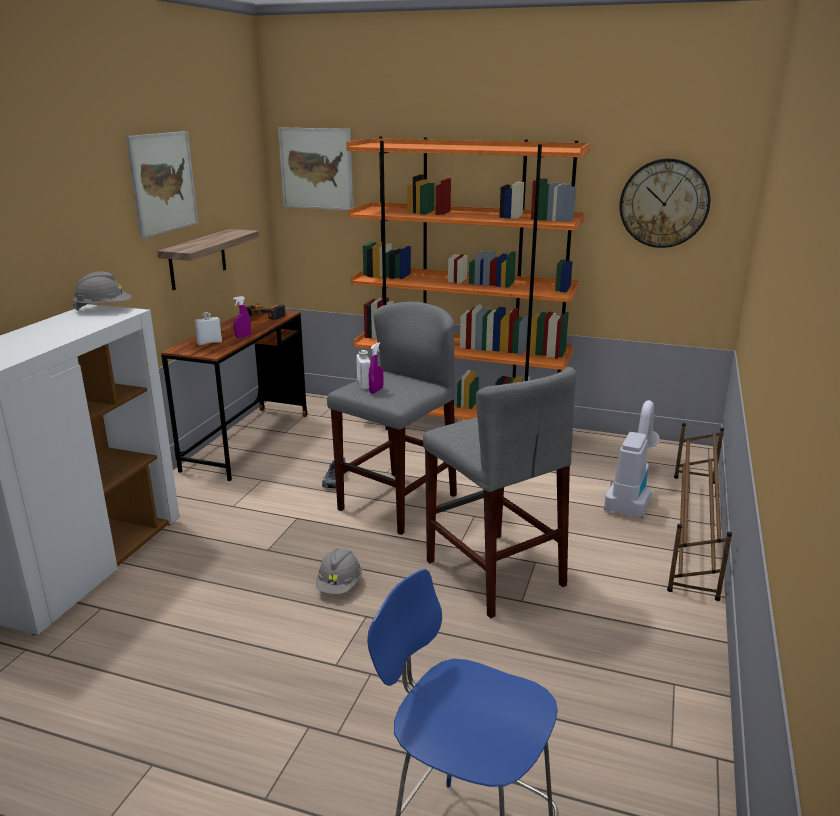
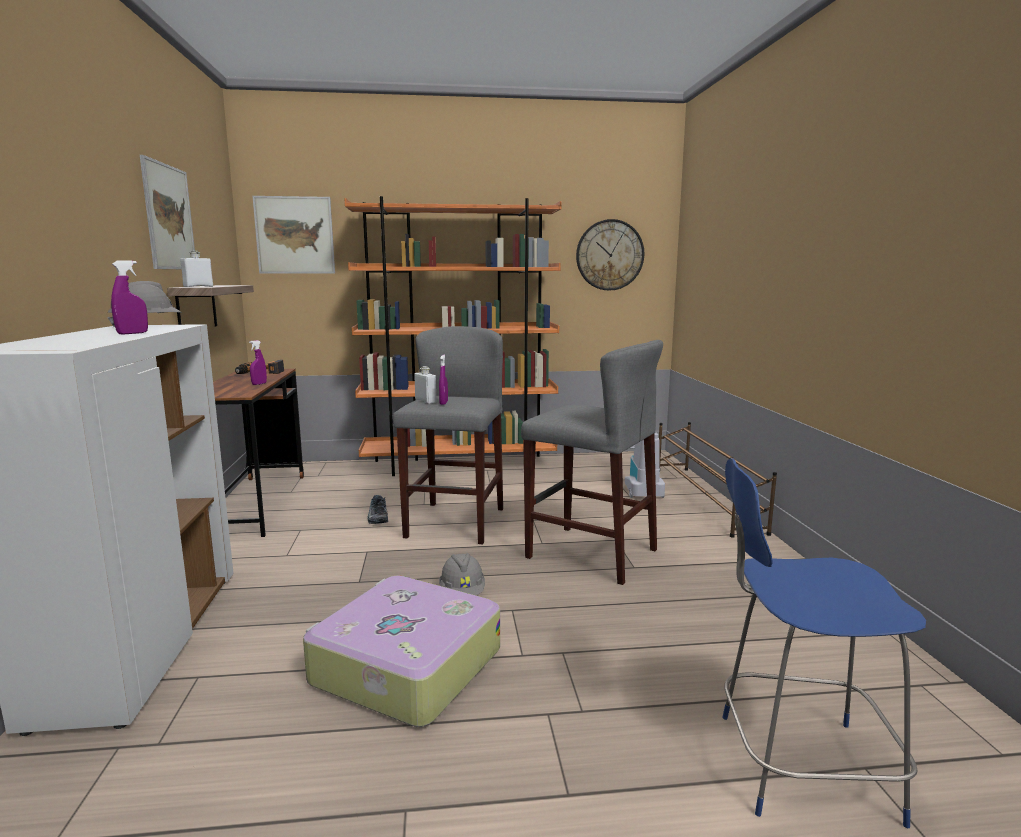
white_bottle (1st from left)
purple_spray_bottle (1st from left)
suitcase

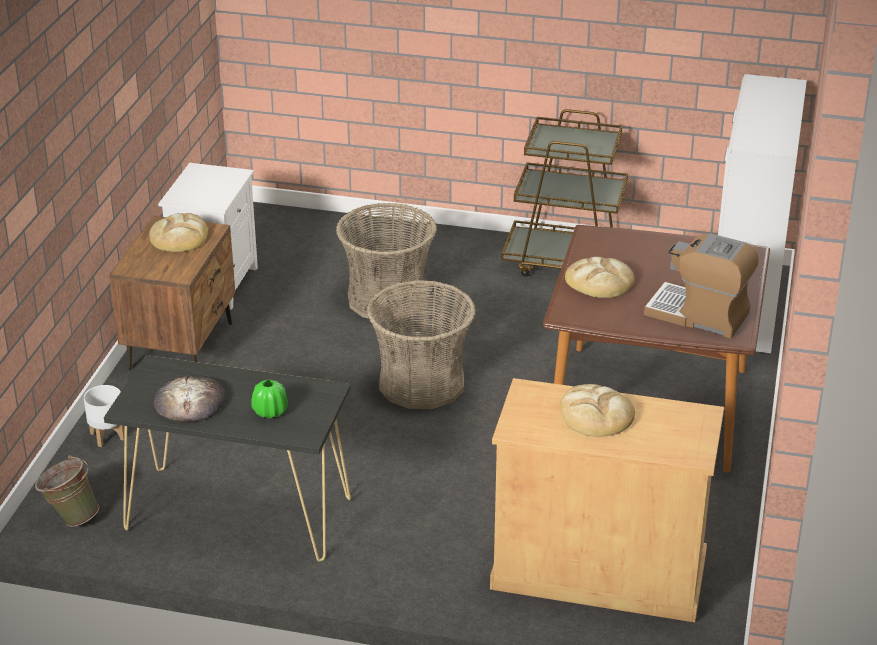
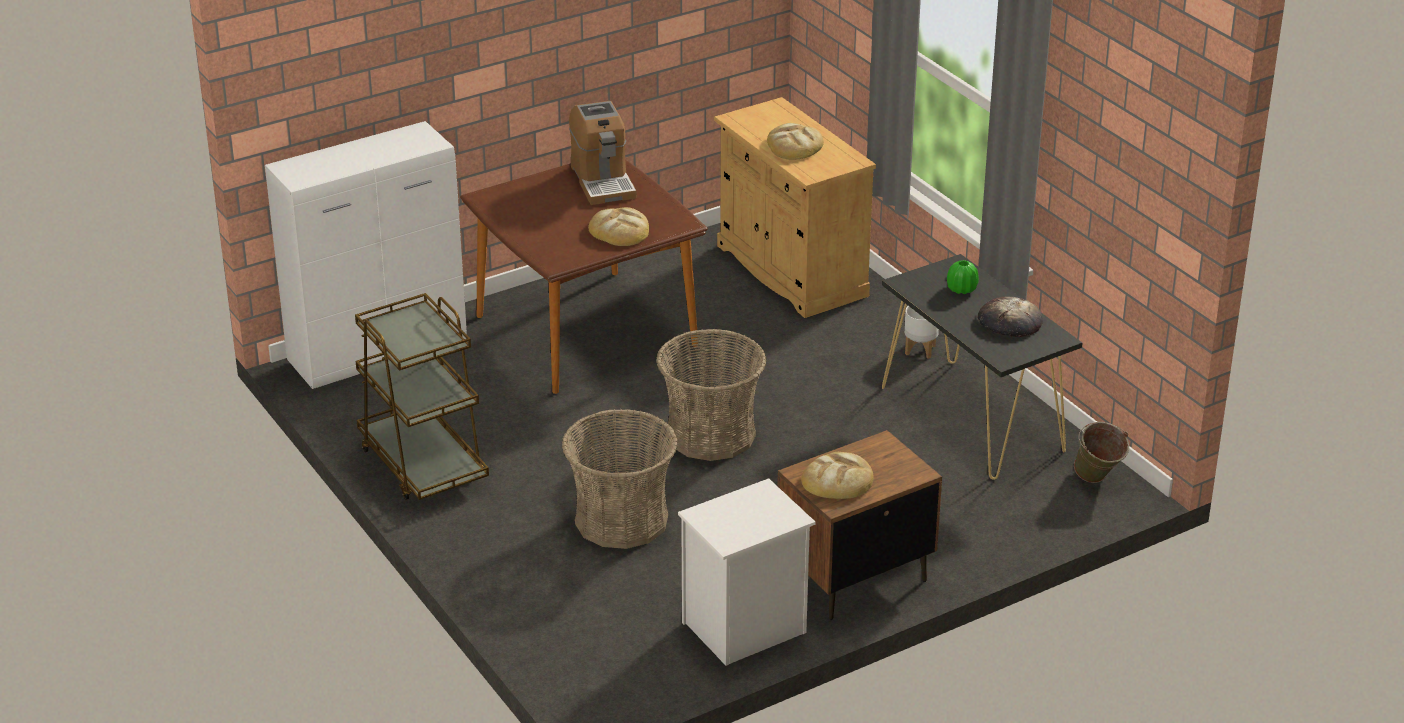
white_planter

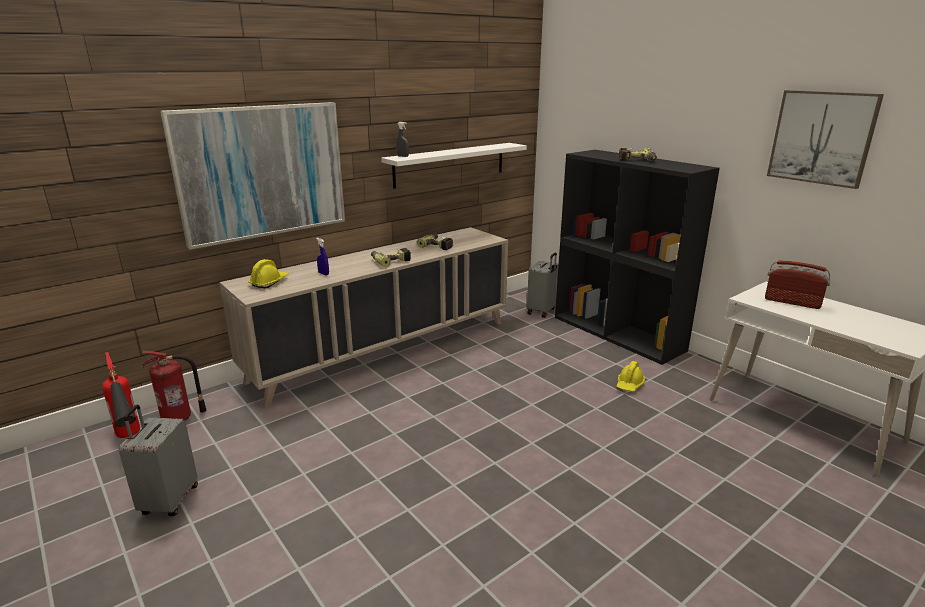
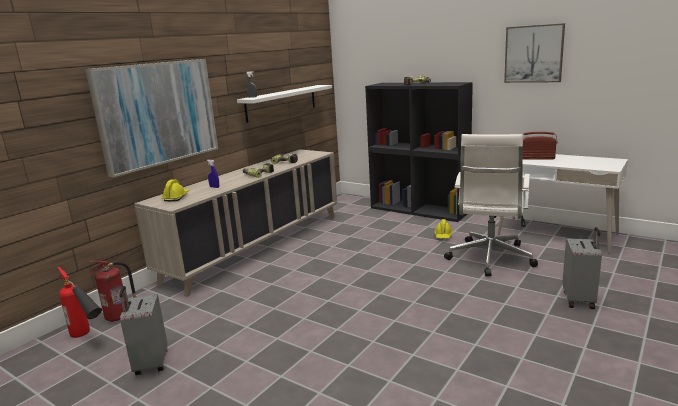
grey_suitcase (2nd from left)
white_office_chair

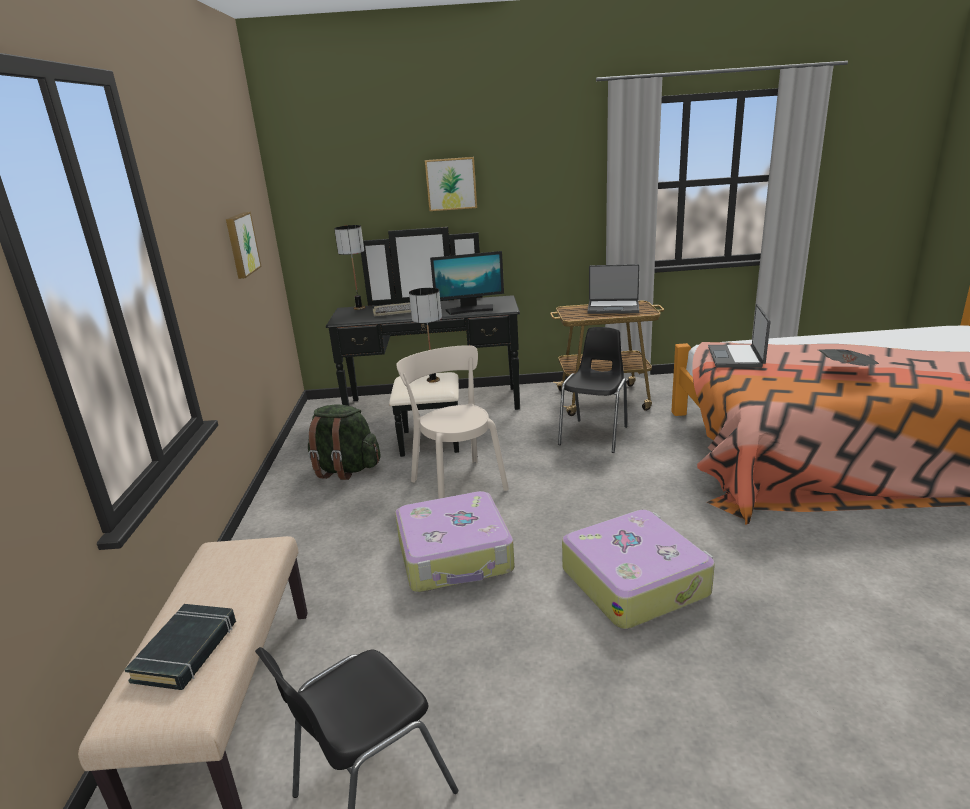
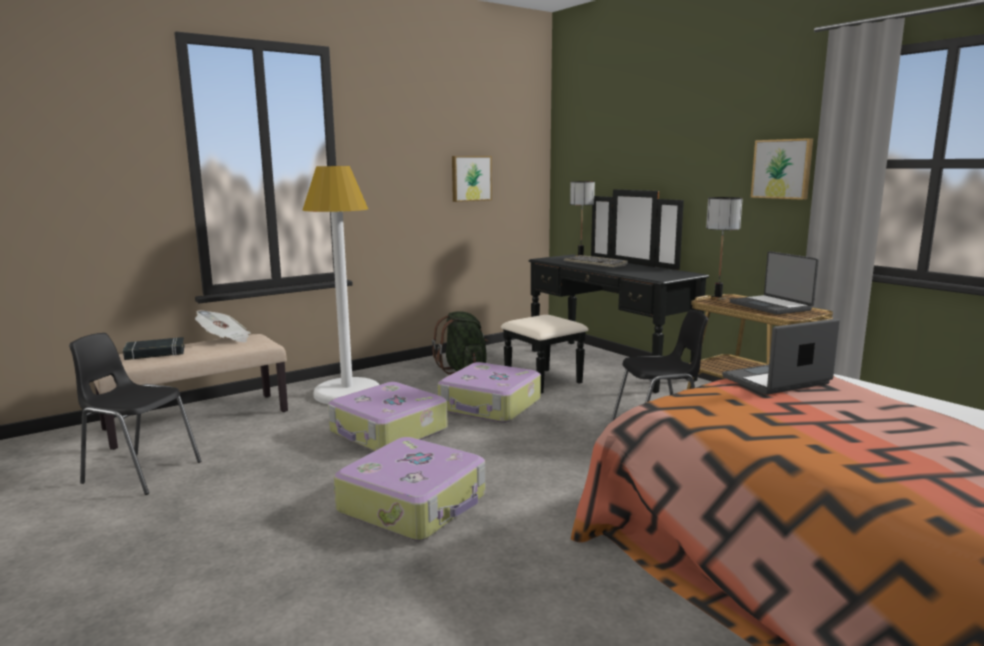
picture (2nd from left)
monitor
table_lamp (2nd from left)
suitcase (3rd from left)
newspaper
white_floor_lamp

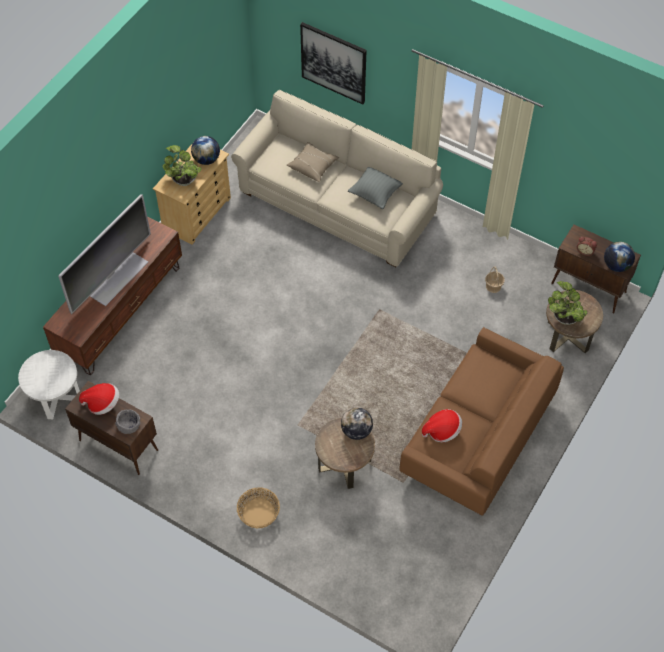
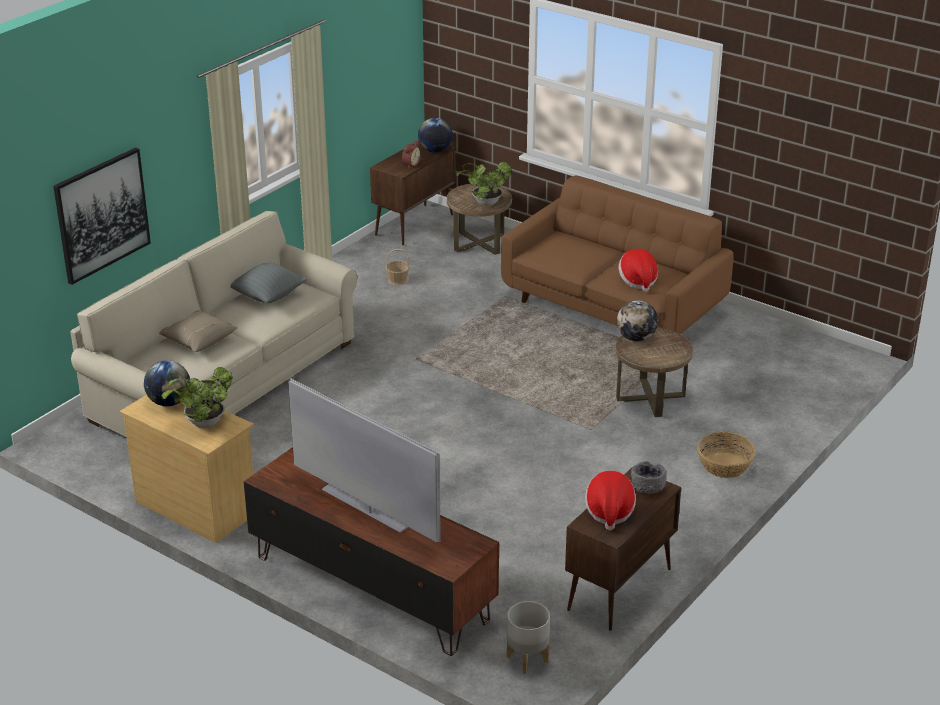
grey_planter

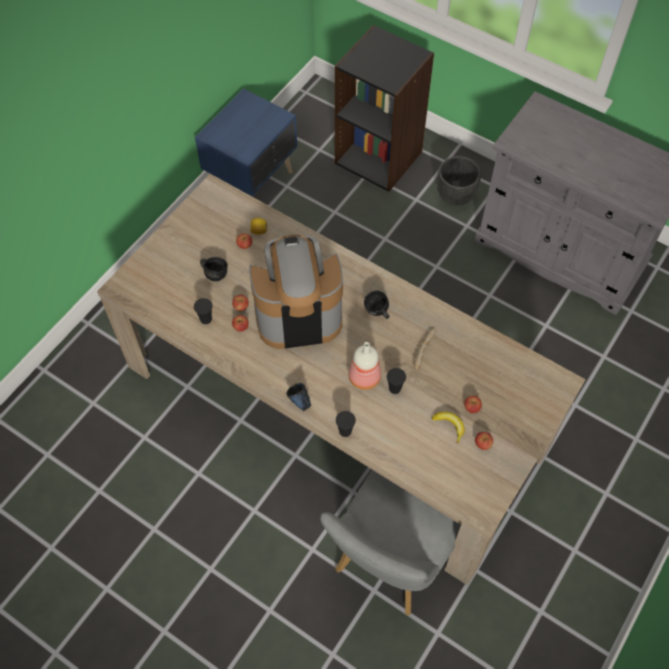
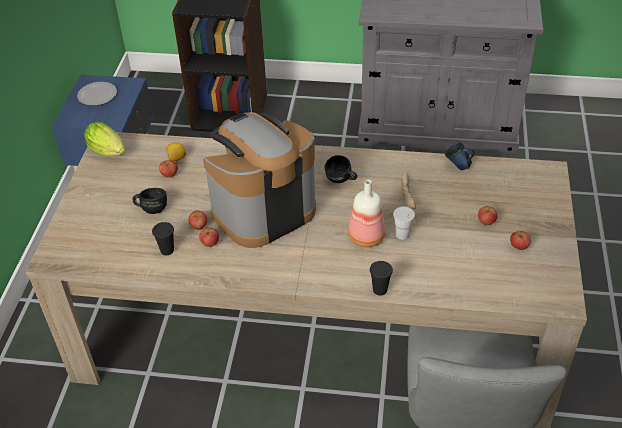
black_planter
white_cup
blue_mug
banana
plate
lettuce

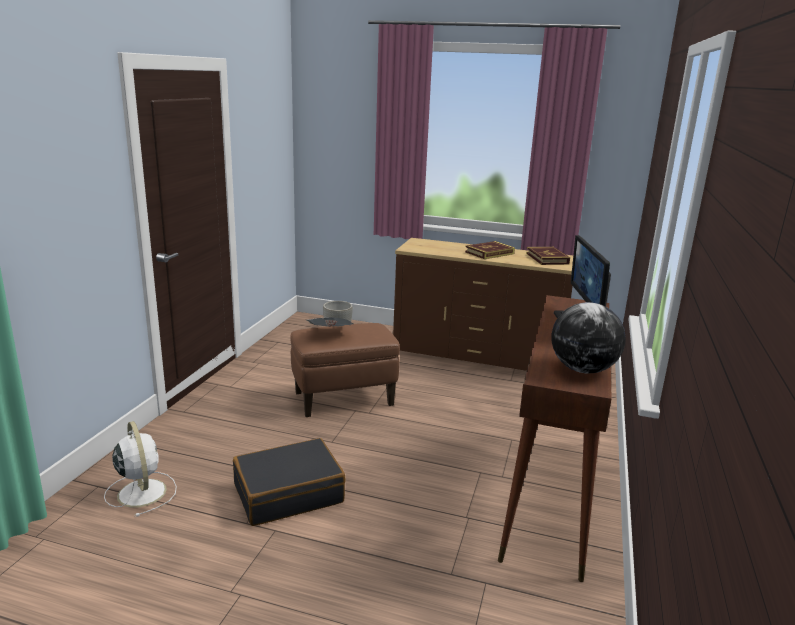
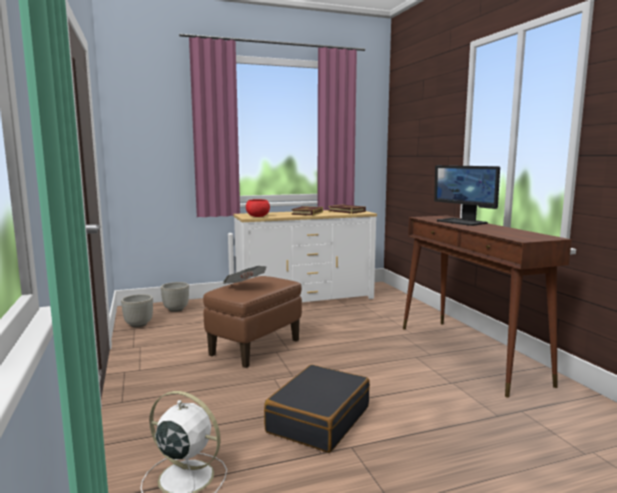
white_dresser
globe
red_bowl
grey_planter (1st from left)

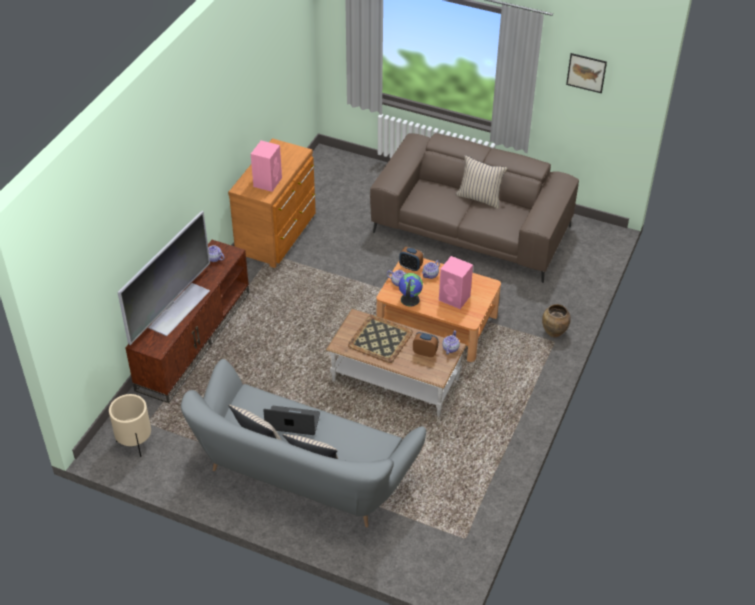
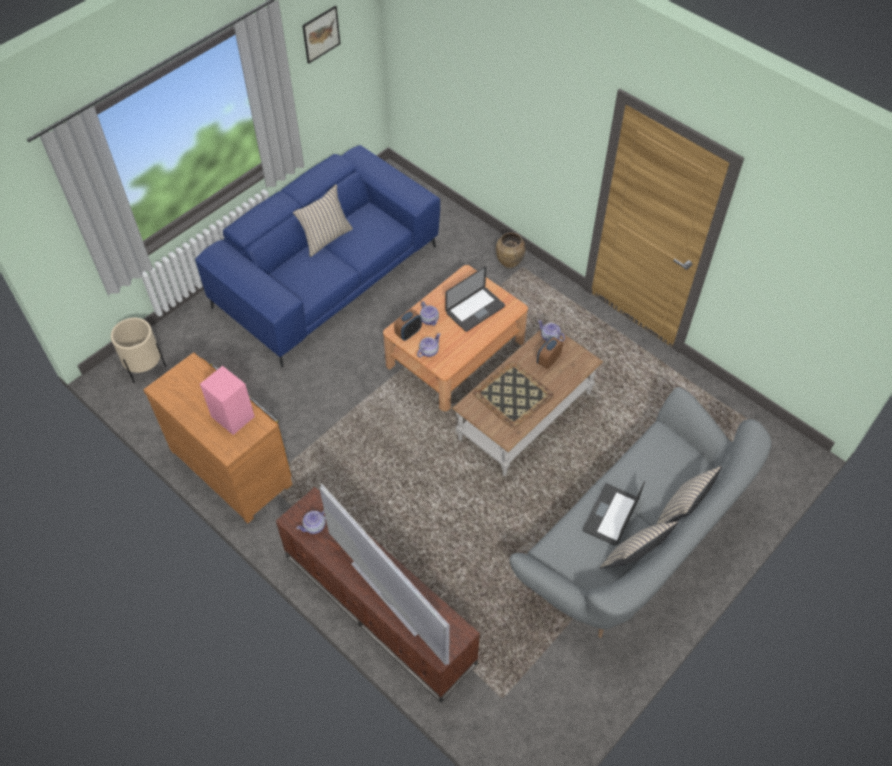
blue_sofa
laptop (1st from left)
globe
beige_planter

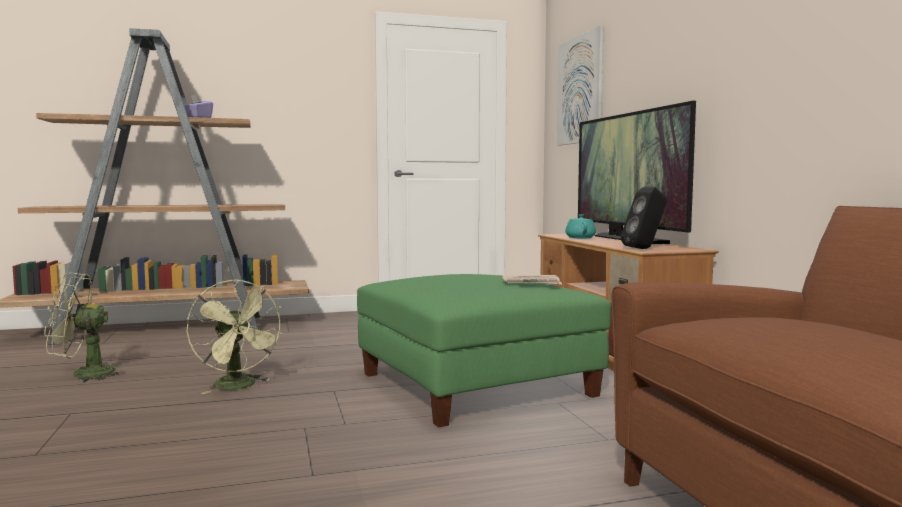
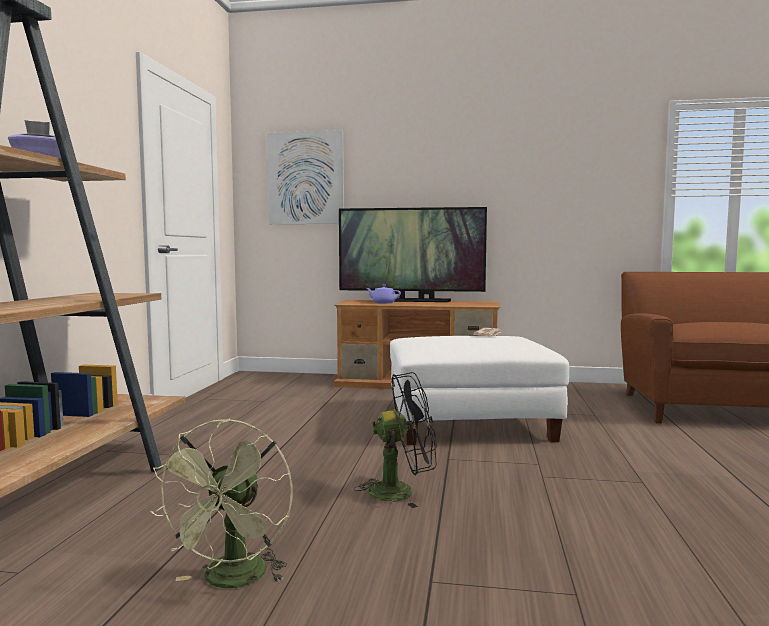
black_speaker
purple_teapot
white_ottoman
black_fan

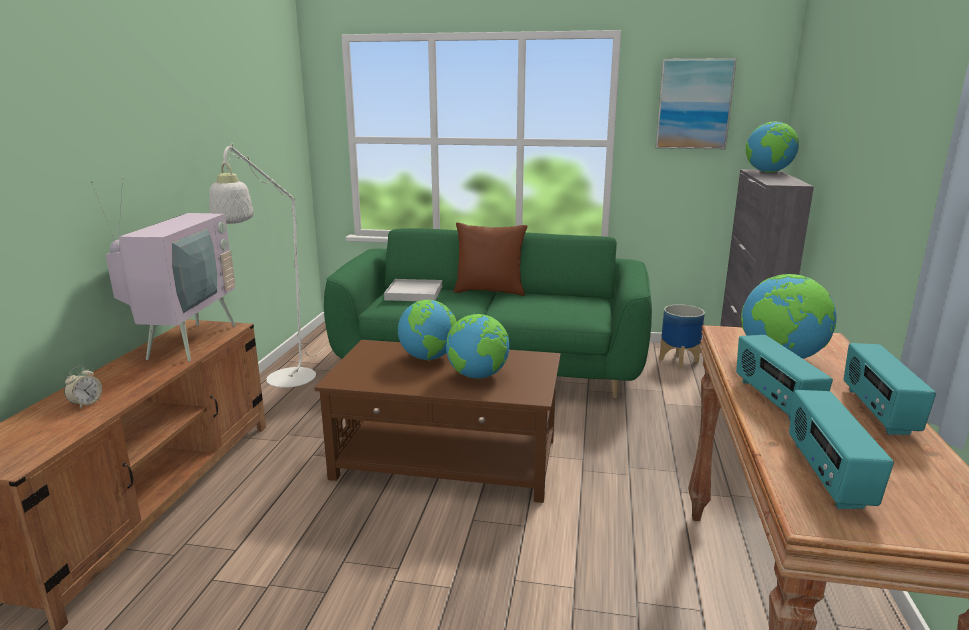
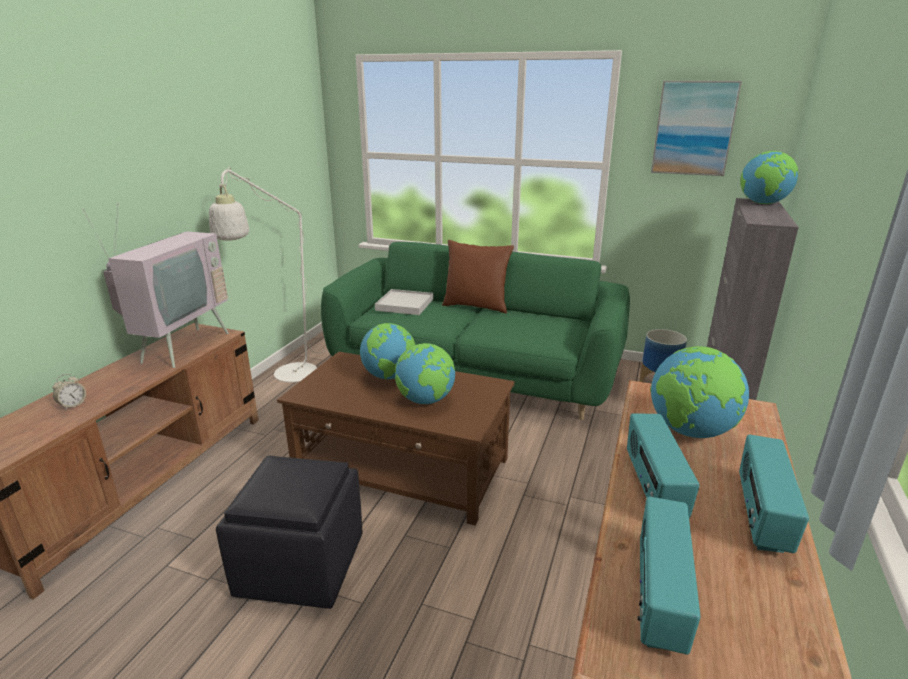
black_ottoman

